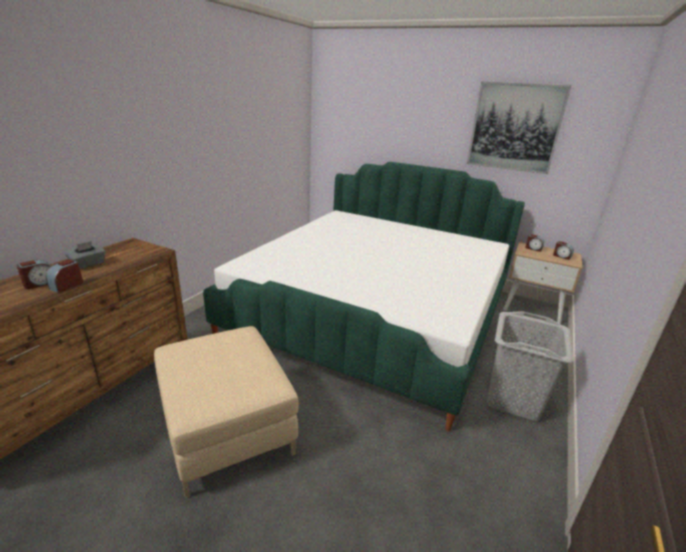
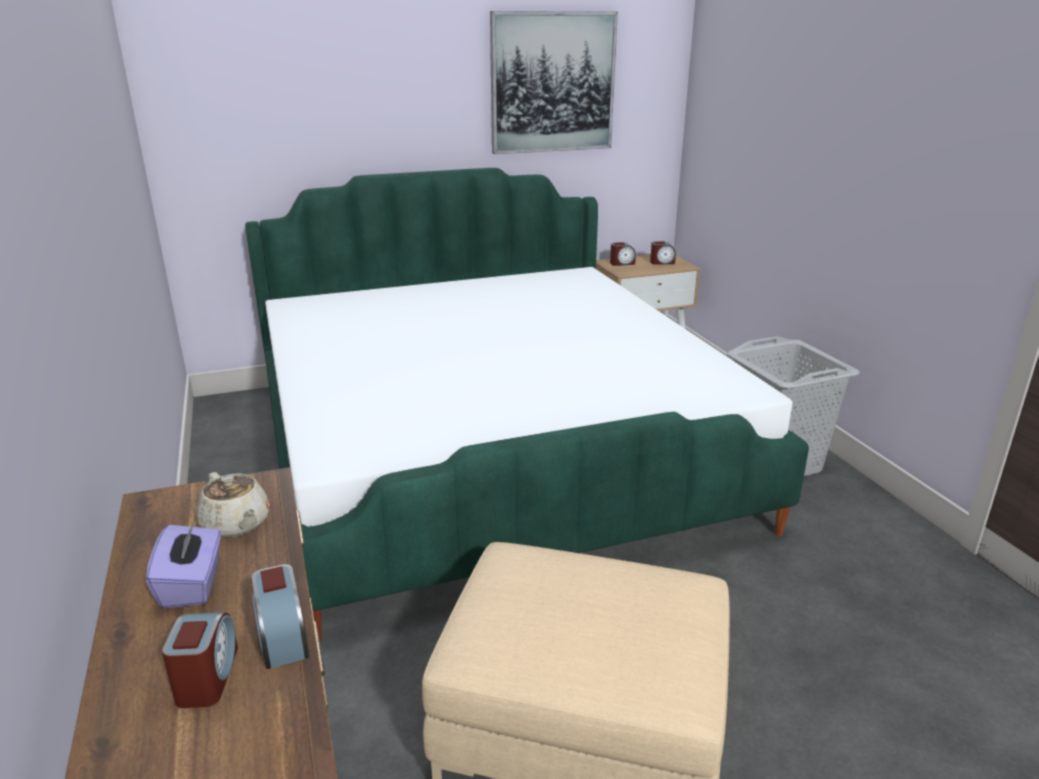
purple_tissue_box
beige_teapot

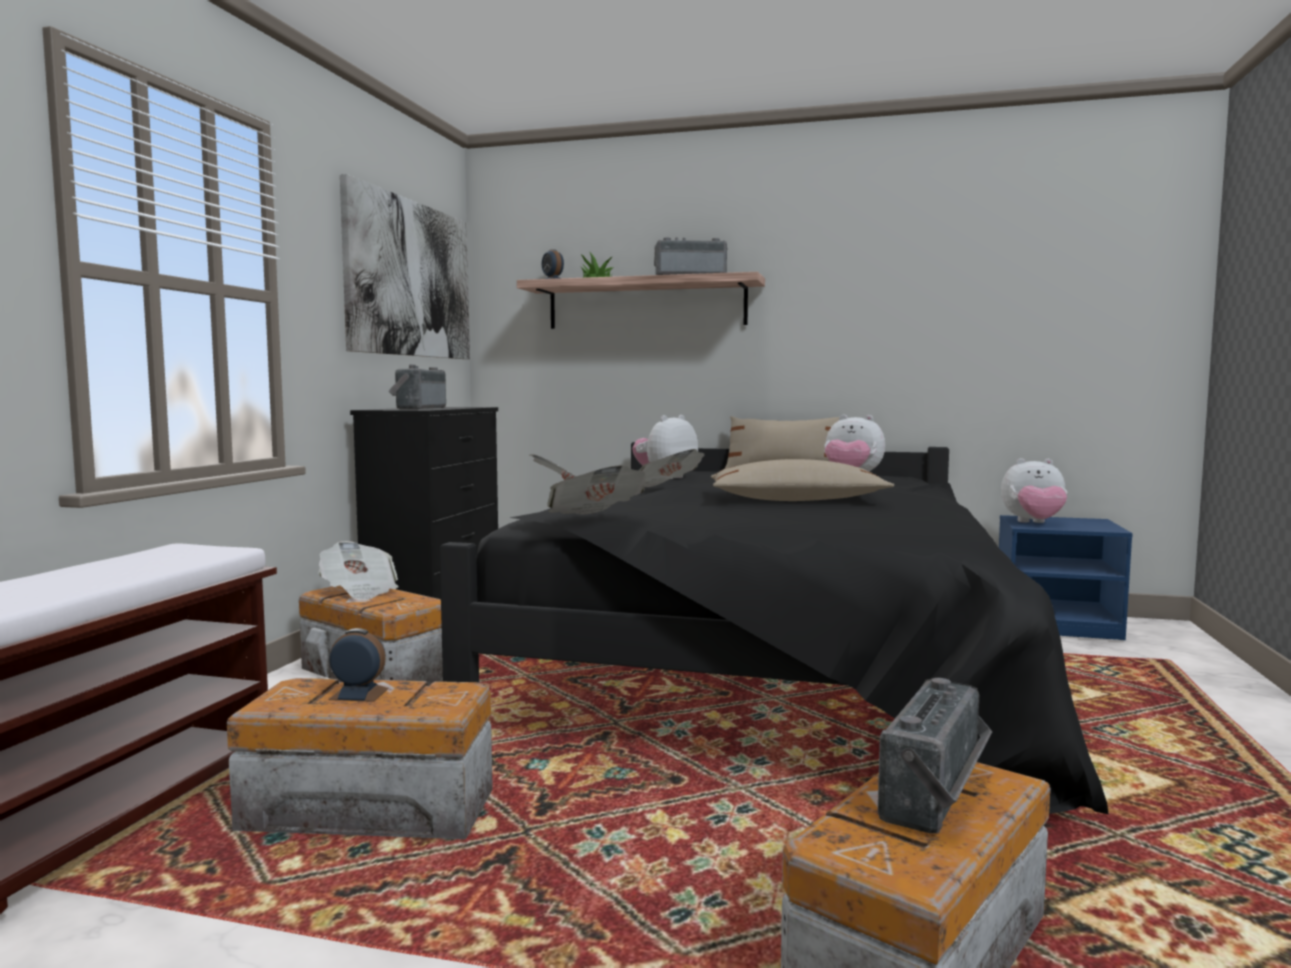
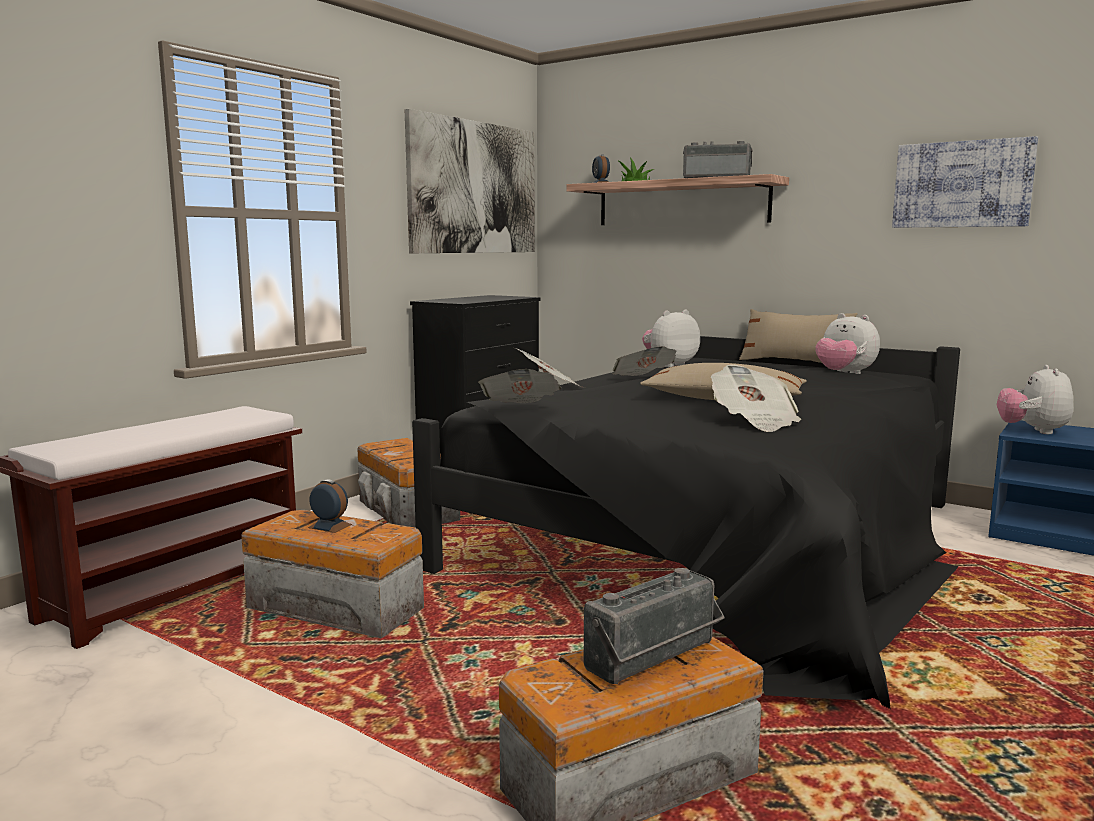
radio (1st from left in the first image)
plush_toy (3rd from left)
newspaper (4th from left)
picture (2nd from left)

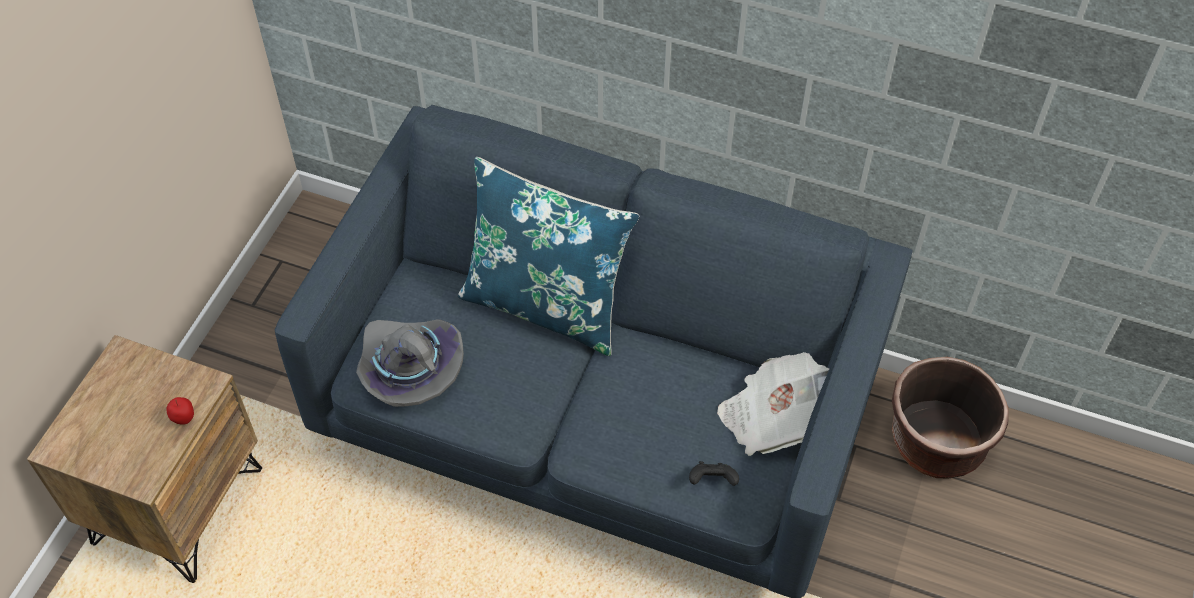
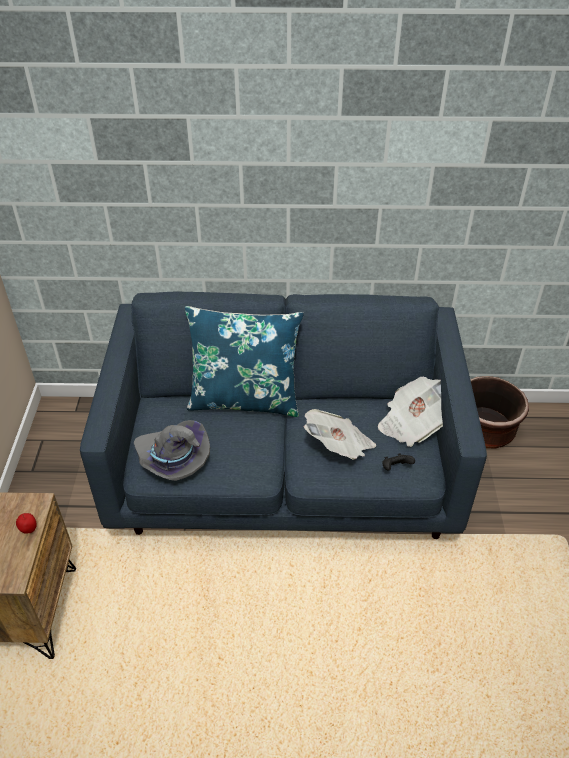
newspaper (1st from left)

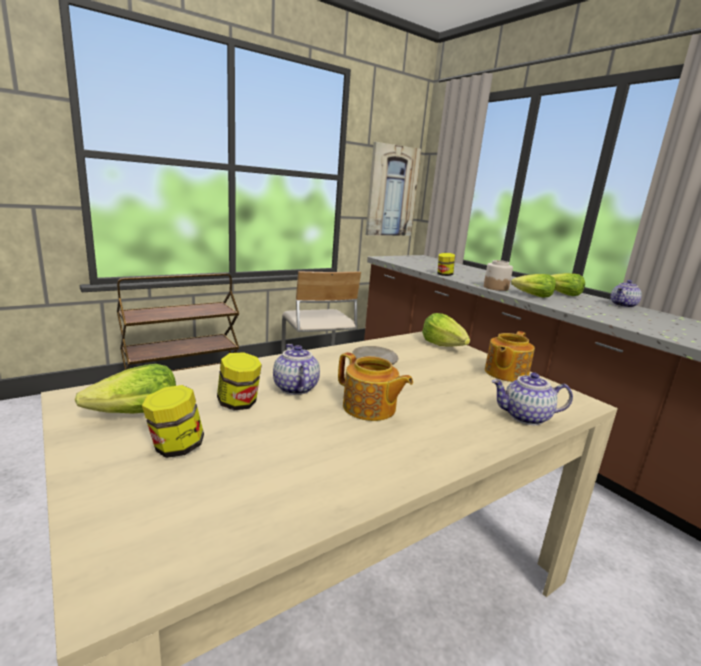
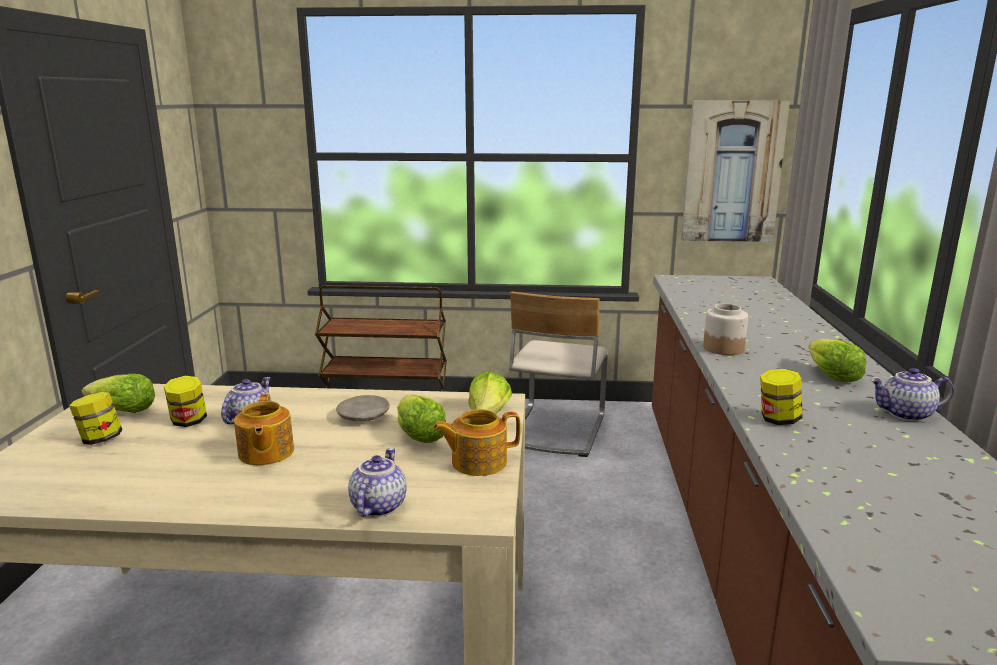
jar (4th from left)
lettuce (2nd from left)
teapot (3rd from left)

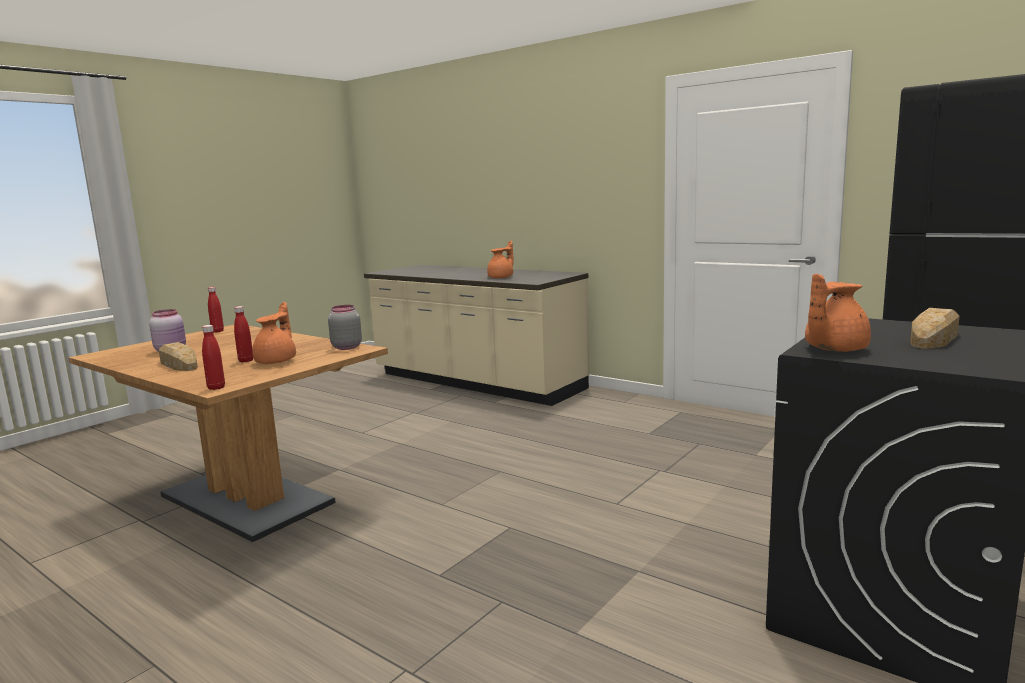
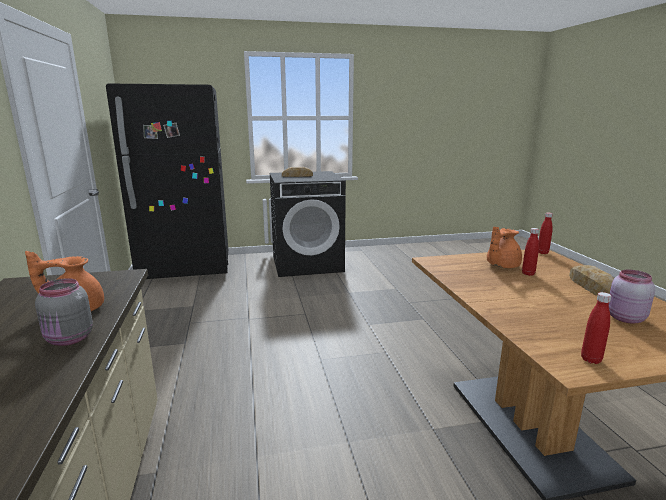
orange_teapot (3rd from left in the first image)
grey_jar

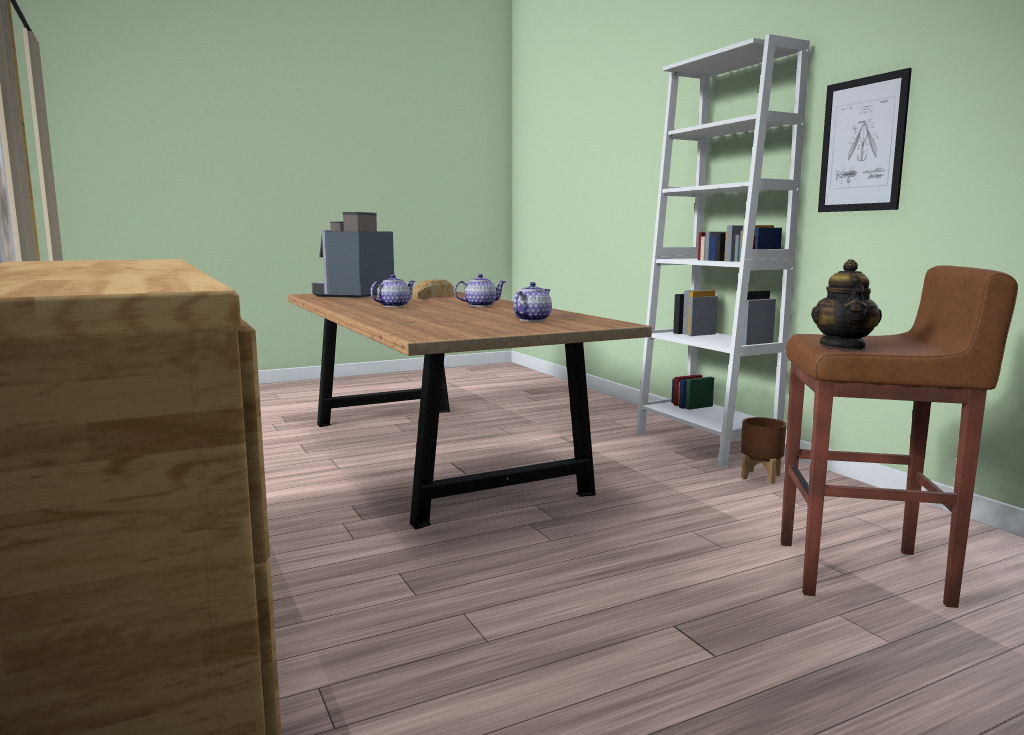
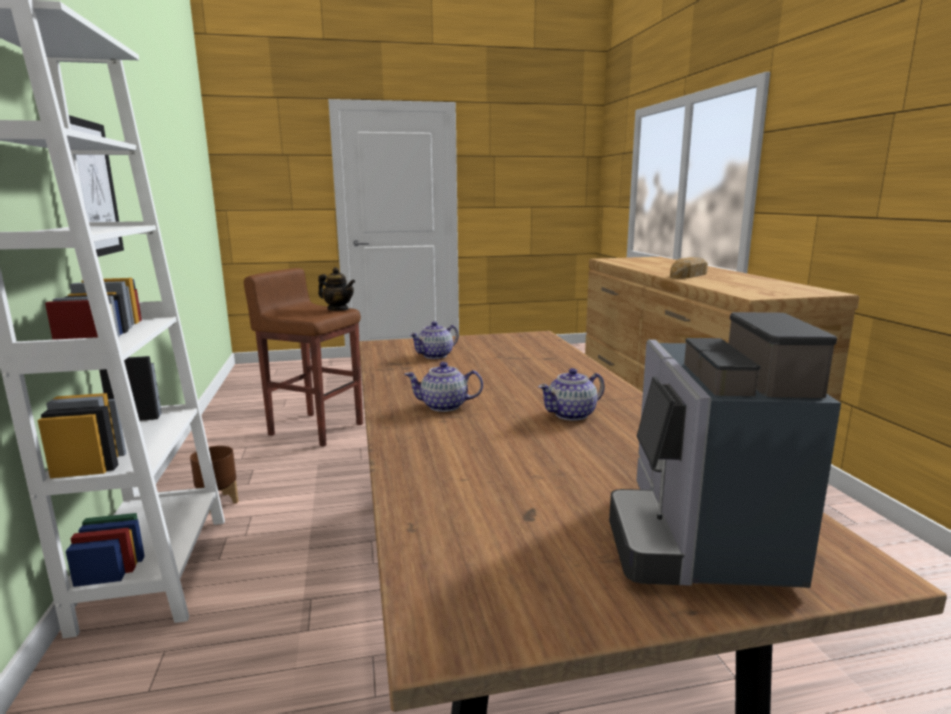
coffee_machine
teapot (1st from left)
bread

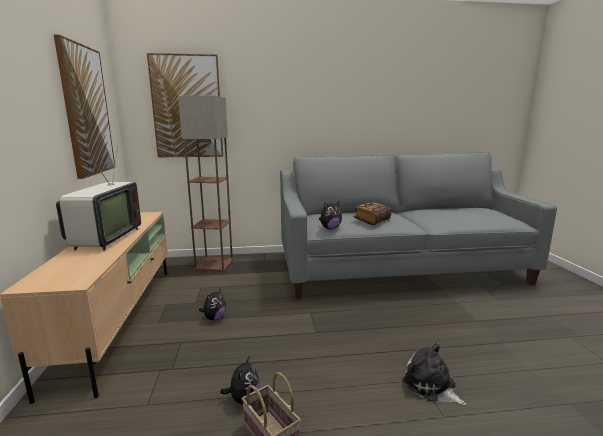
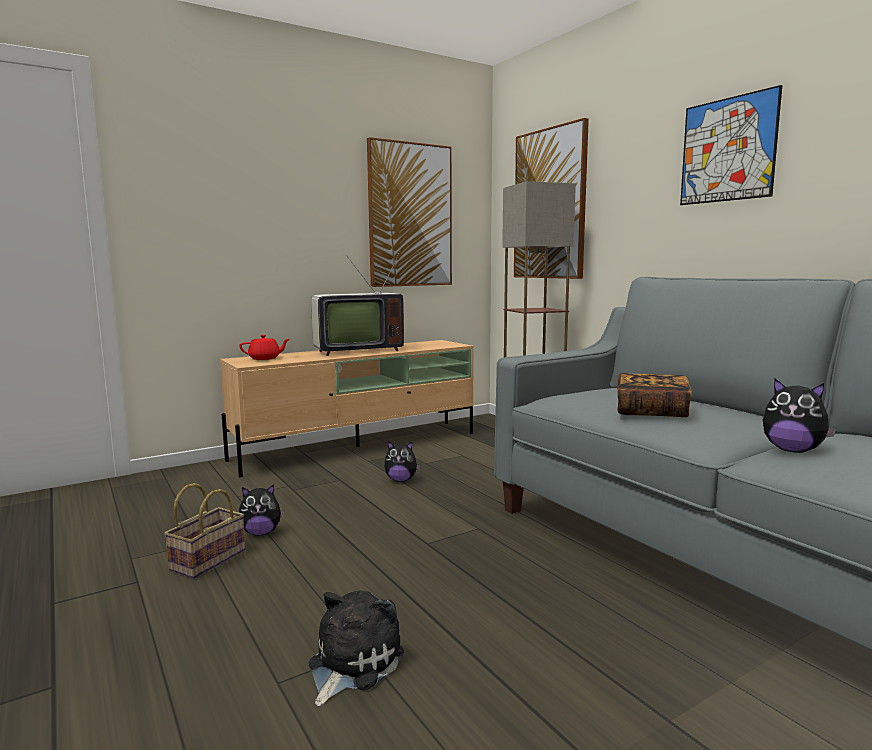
plush_toy (4th from left)
picture (3rd from left)
red_teapot

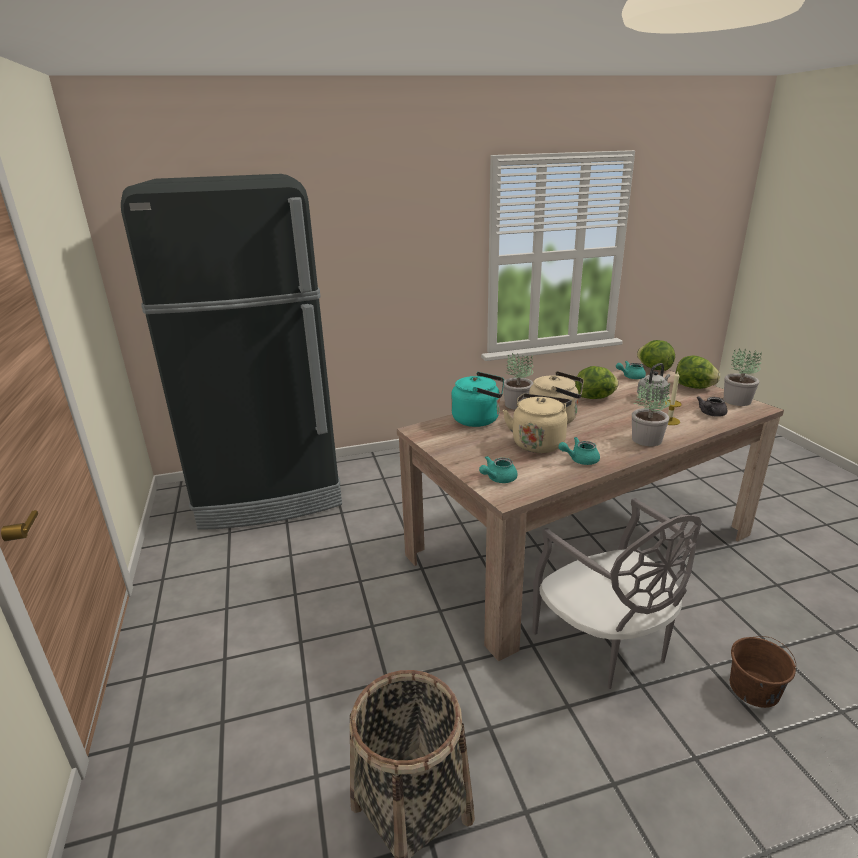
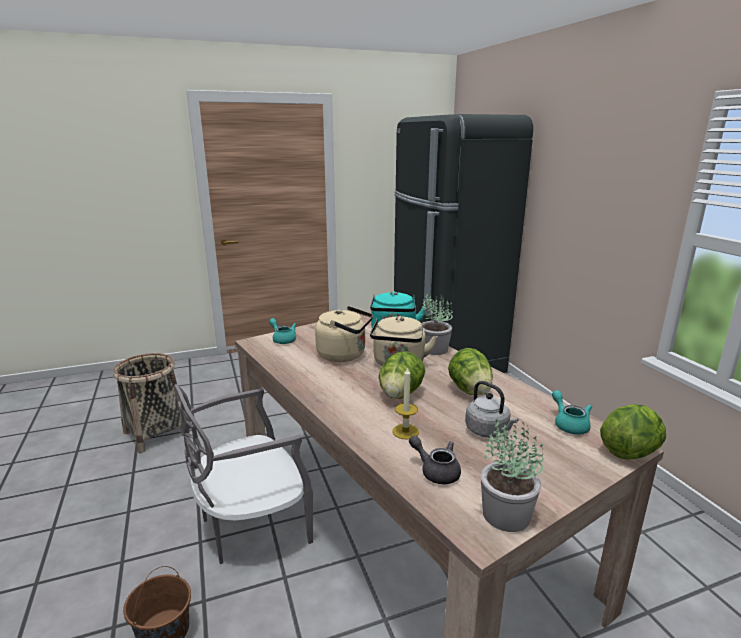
lettuce (1st from left)
potted_plant (2nd from left in the first image)
turquoise_teapot (2nd from left in the first image)

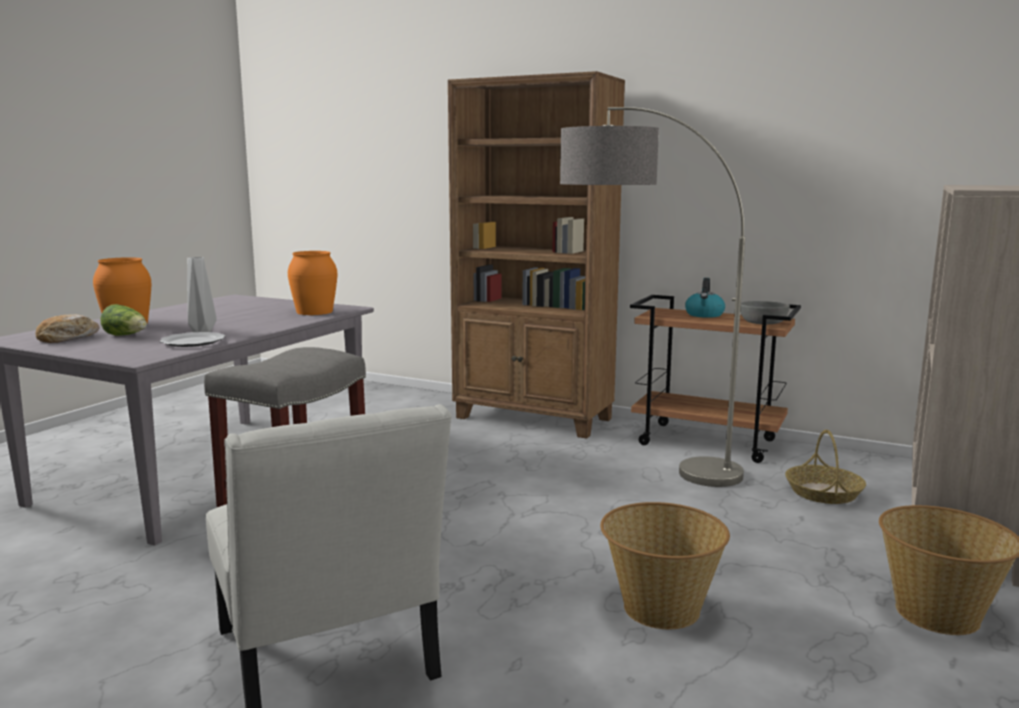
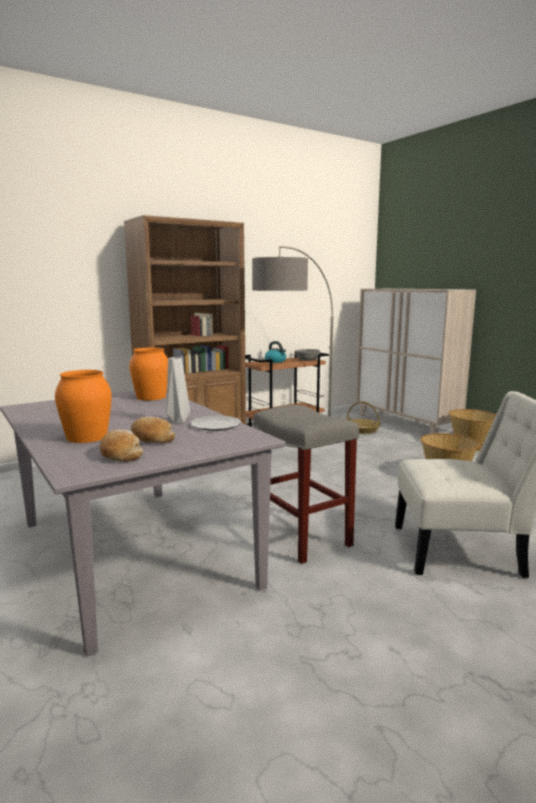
bread (2nd from left)

